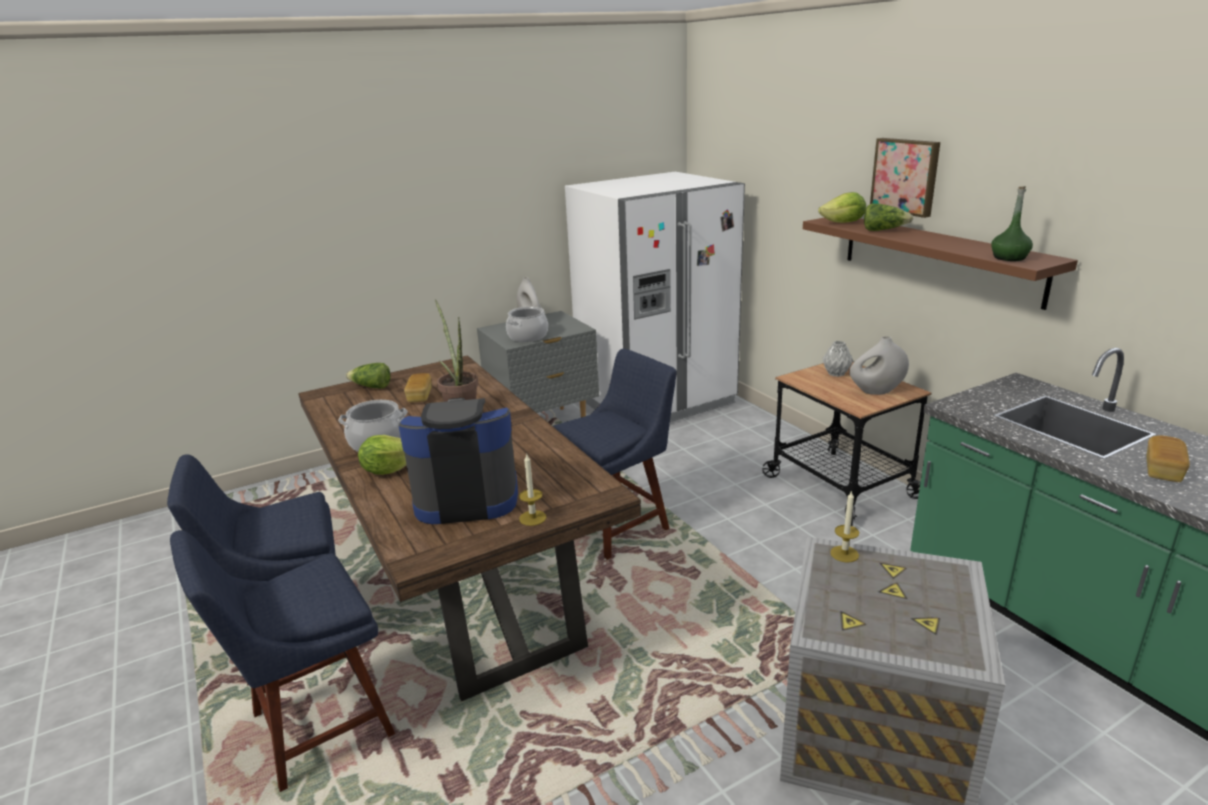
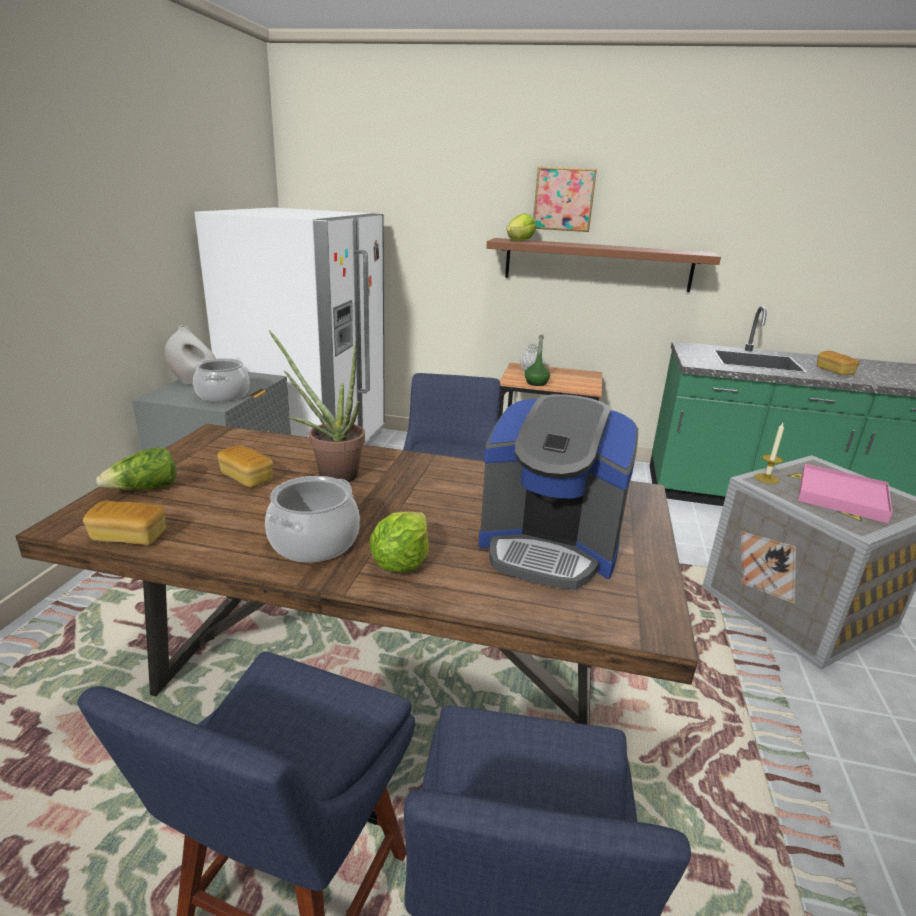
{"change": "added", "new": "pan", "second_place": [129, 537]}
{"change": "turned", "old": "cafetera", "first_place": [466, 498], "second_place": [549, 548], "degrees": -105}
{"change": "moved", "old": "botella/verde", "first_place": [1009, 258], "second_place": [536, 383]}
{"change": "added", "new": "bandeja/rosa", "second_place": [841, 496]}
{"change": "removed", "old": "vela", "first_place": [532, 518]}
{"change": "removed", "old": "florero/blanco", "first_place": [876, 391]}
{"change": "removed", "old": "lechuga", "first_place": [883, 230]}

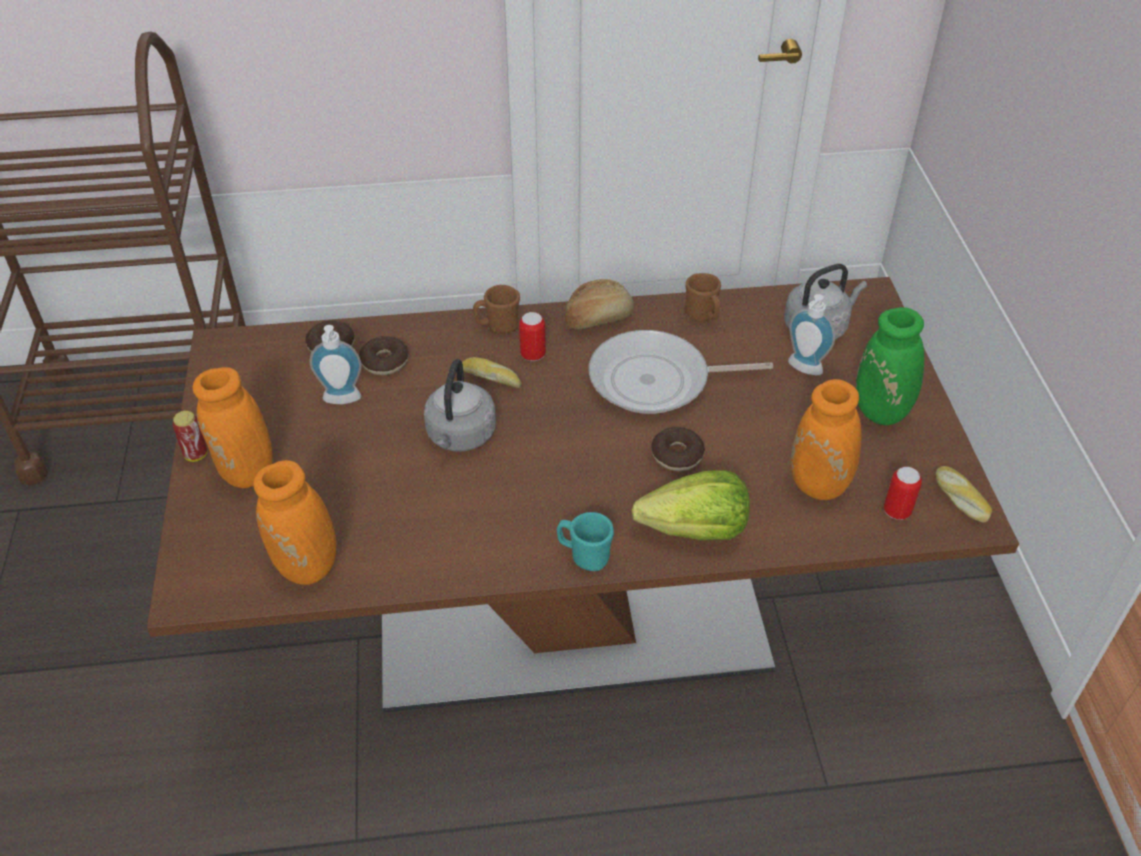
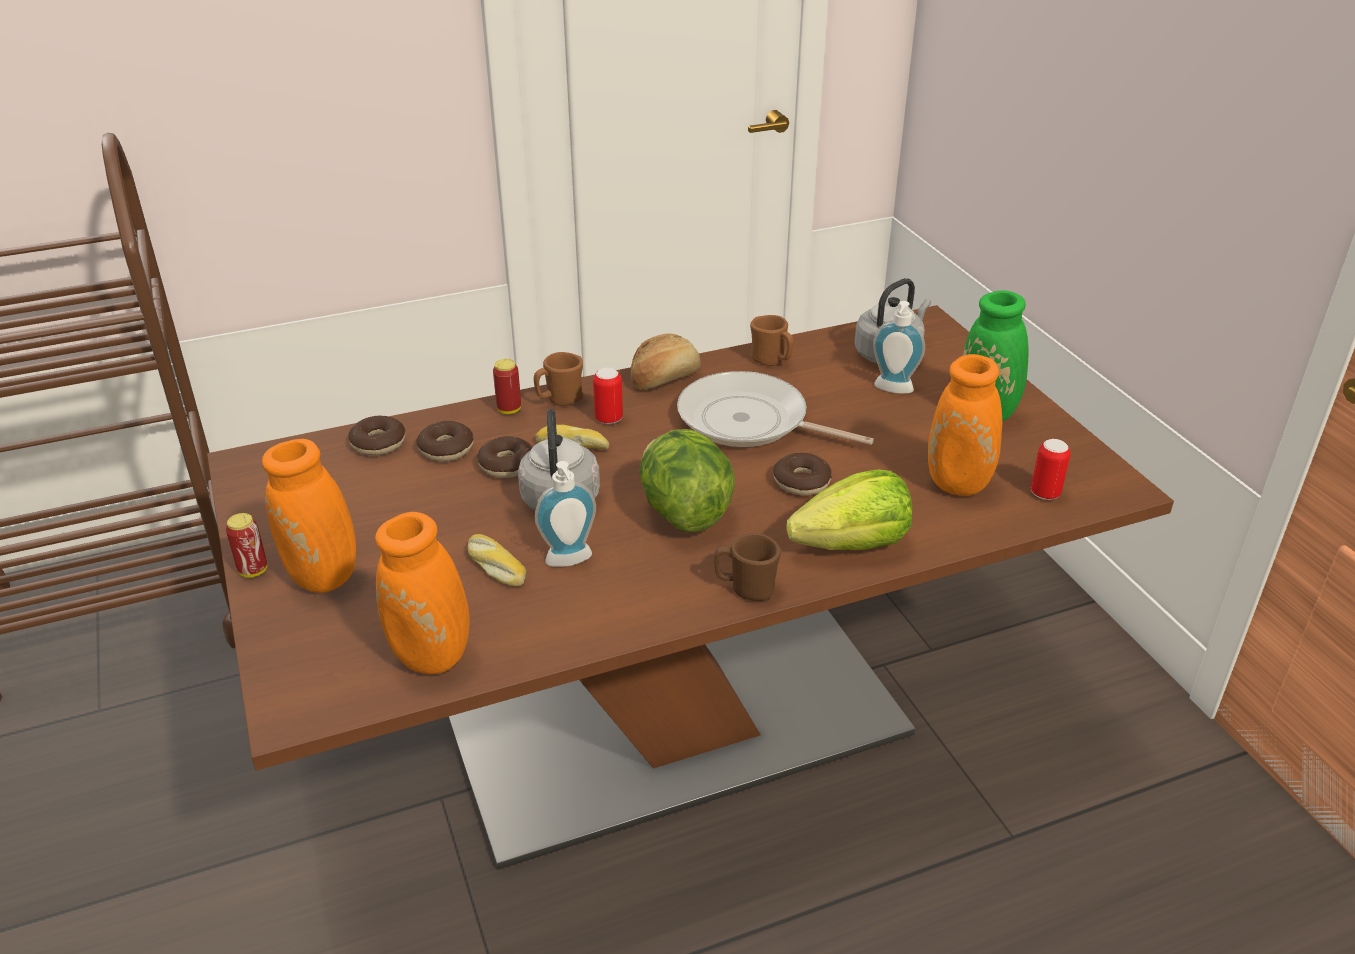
{"change": "moved", "old": "pan", "first_place": [959, 499], "second_place": [494, 567]}
{"change": "added", "new": "rosquilla", "second_place": [507, 465]}
{"change": "added", "new": "lata", "second_place": [509, 410]}
{"change": "moved", "old": "dispensador de jabón", "first_place": [342, 401], "second_place": [570, 562]}
{"change": "added", "new": "lechuga", "second_place": [683, 512]}
{"change": "turned", "old": "sartén", "first_place": [656, 381], "second_place": [749, 422], "degrees": 45}
{"change": "recoloured", "old": "taza grande/turquesa", "new": "taza grande/marrón", "first_place": [584, 555], "second_place": [746, 588]}

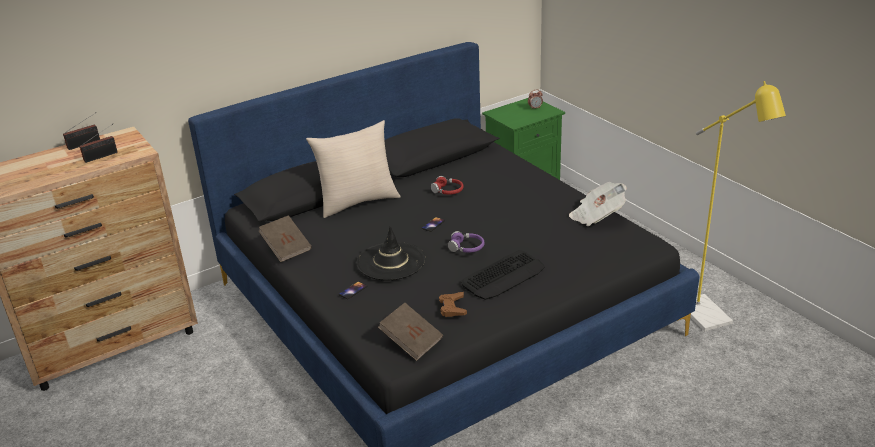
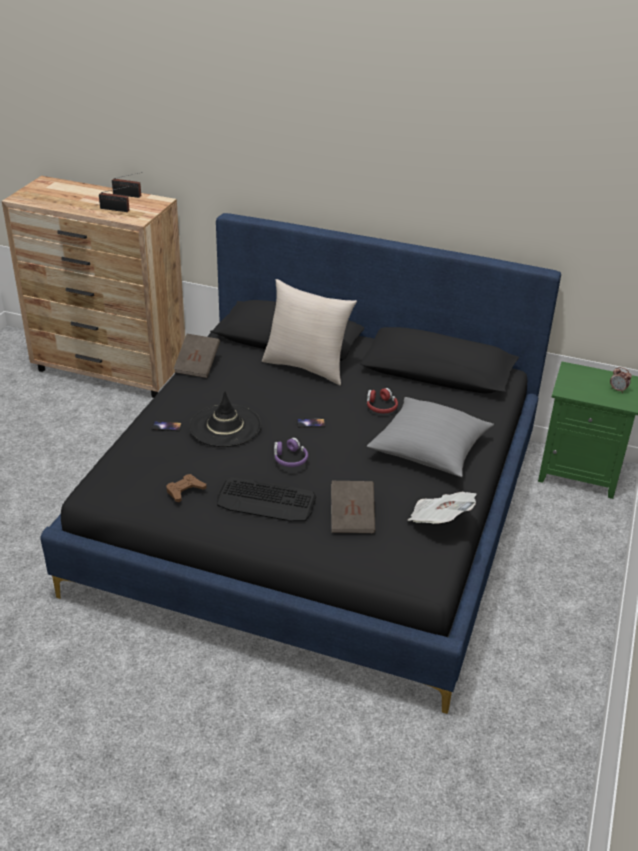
{"change": "moved", "old": "libro/marrón", "first_place": [411, 342], "second_place": [352, 517]}
{"change": "added", "new": "cojín/gris", "second_place": [429, 450]}
{"change": "removed", "old": "lámpara de pie/amarillo", "first_place": [710, 319]}

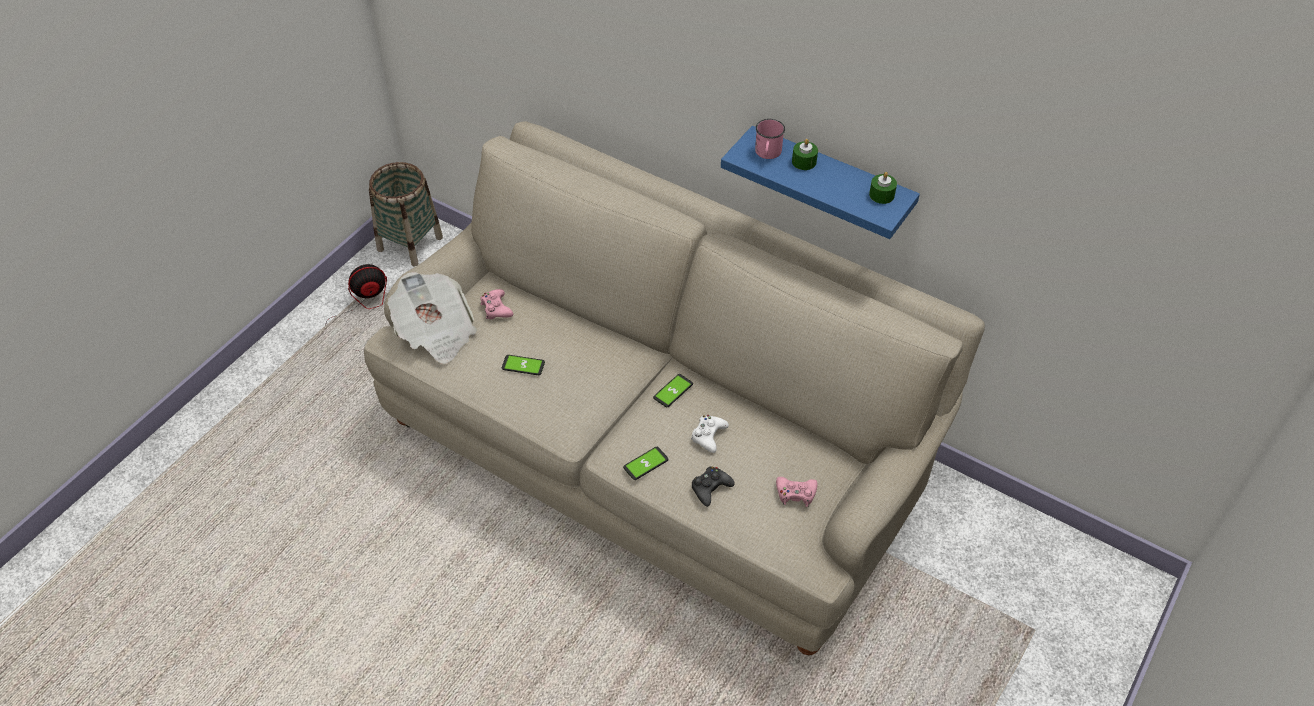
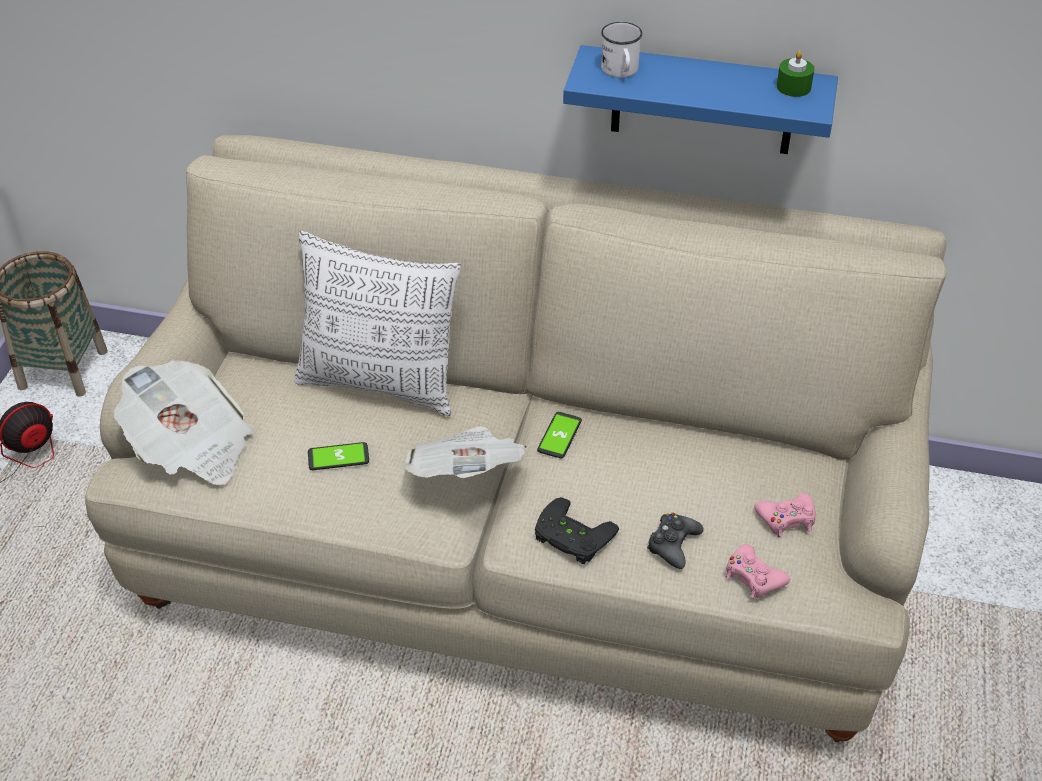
{"change": "added", "new": "cojín", "second_place": [380, 383]}
{"change": "added", "new": "periódico", "second_place": [466, 475]}
{"change": "replaced", "old": "móvil", "new": "mando de consola/negro", "first_place": [645, 464], "second_place": [570, 538]}
{"change": "recoloured", "old": "taza grande/rosa", "new": "taza grande/blanco", "first_place": [767, 153], "second_place": [621, 71]}
{"change": "moved", "old": "mando de consola/rosa", "first_place": [496, 308], "second_place": [753, 577]}
{"change": "removed", "old": "mando de consola/blanco", "first_place": [708, 436]}
{"change": "removed", "old": "vela/verde", "first_place": [804, 162]}

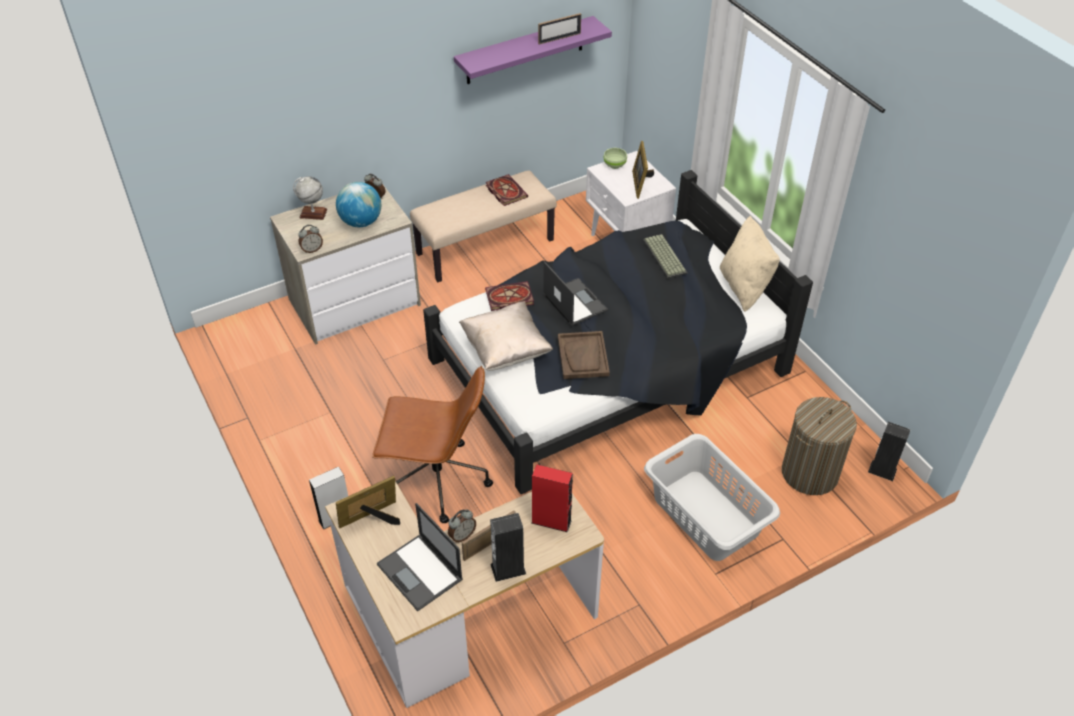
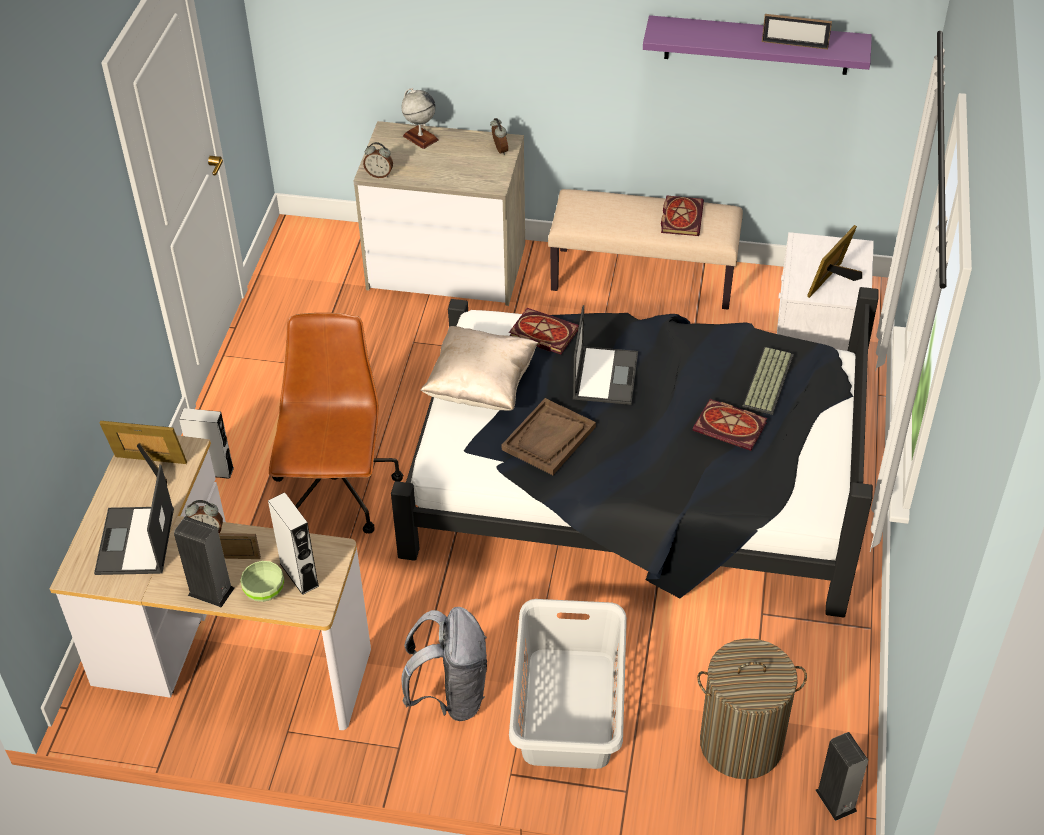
{"change": "moved", "old": "cuenco/verde", "first_place": [614, 165], "second_place": [264, 592]}
{"change": "recoloured", "old": "altavoz/rojo", "new": "altavoz/gris", "first_place": [551, 521], "second_place": [299, 574]}
{"change": "turned", "old": "silla de oficina/marrón", "first_place": [436, 481], "second_place": [337, 494], "degrees": -135}
{"change": "added", "new": "mochila/gris", "second_place": [451, 695]}
{"change": "added", "new": "libro", "second_place": [732, 427]}
{"change": "removed", "old": "globo terráqueo", "first_place": [361, 222]}
{"change": "removed", "old": "cojín/beis", "first_place": [744, 287]}

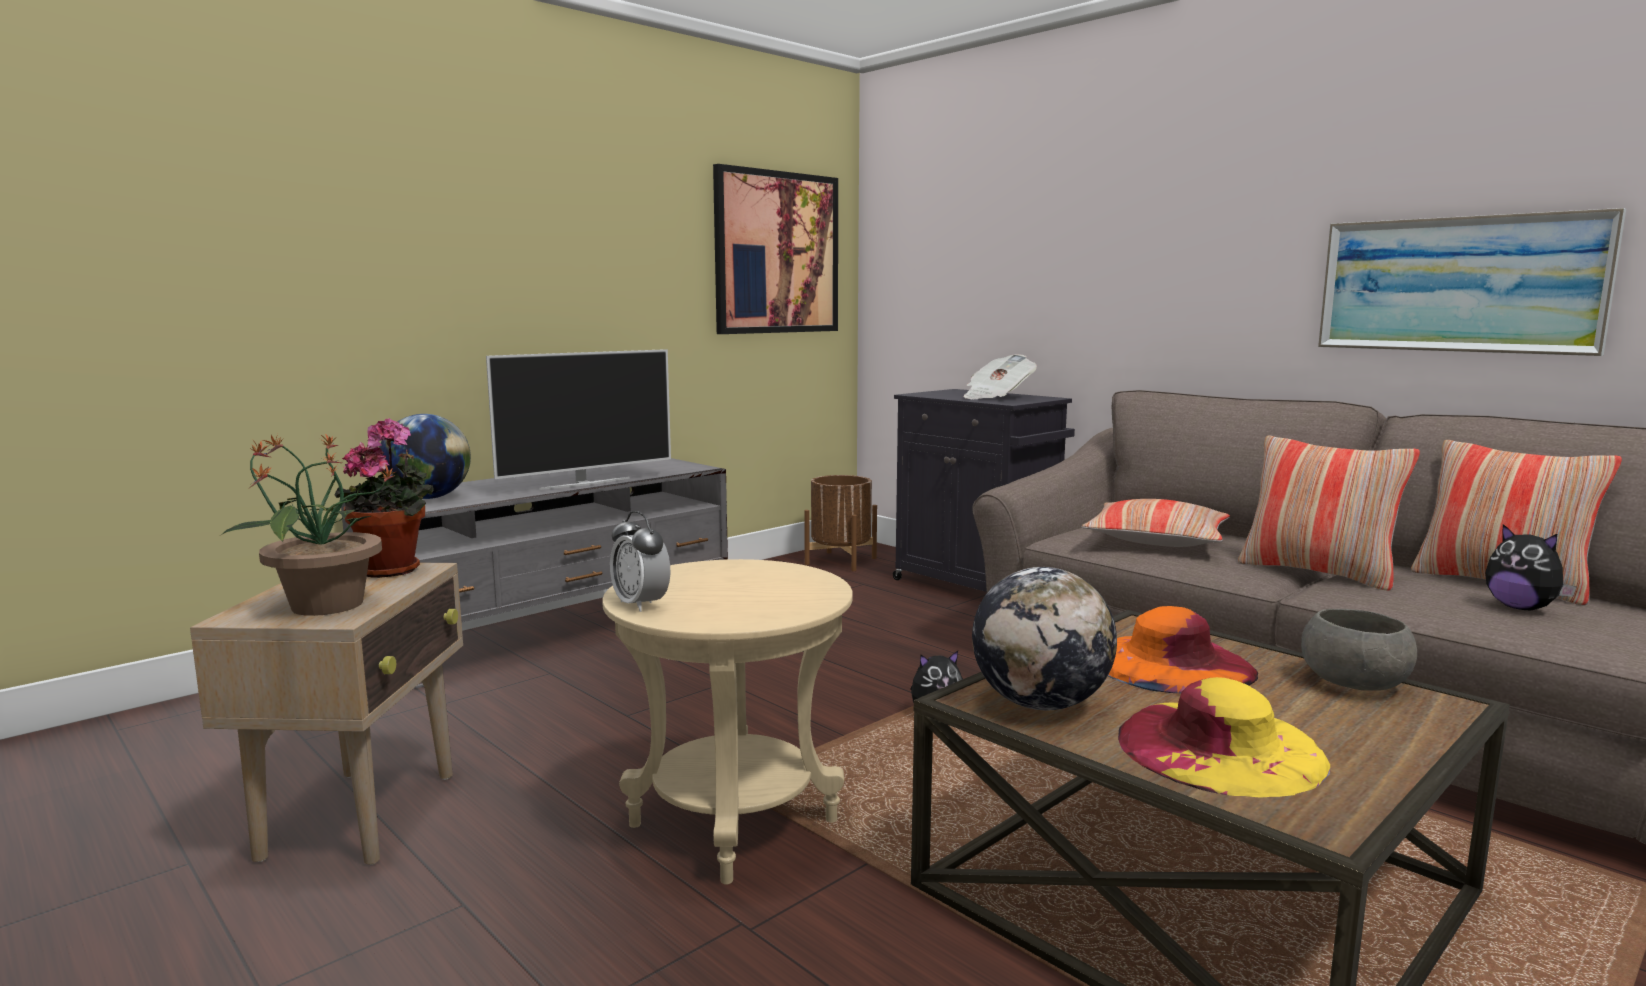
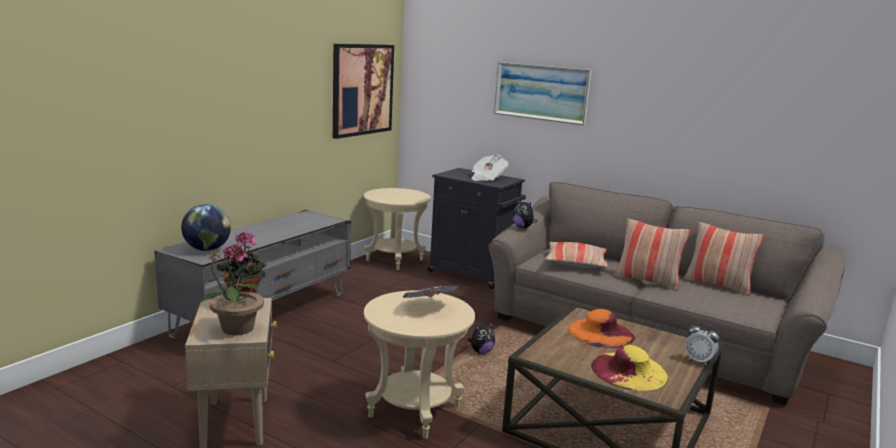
{"change": "replaced", "old": "maceta/marrón", "new": "mesa auxiliar/beis", "first_place": [841, 561], "second_place": [394, 260]}
{"change": "added", "new": "periódico", "second_place": [428, 306]}
{"change": "moved", "old": "cuadro", "first_place": [1458, 284], "second_place": [541, 92]}
{"change": "moved", "old": "peluche", "first_place": [1521, 608], "second_place": [523, 227]}
{"change": "moved", "old": "despertador", "first_place": [641, 604], "second_place": [699, 360]}
{"change": "removed", "old": "televisor", "first_place": [584, 483]}
{"change": "removed", "old": "globo terráqueo", "first_place": [1040, 704]}
{"change": "removed", "old": "cuenco/gris", "first_place": [1355, 682]}

